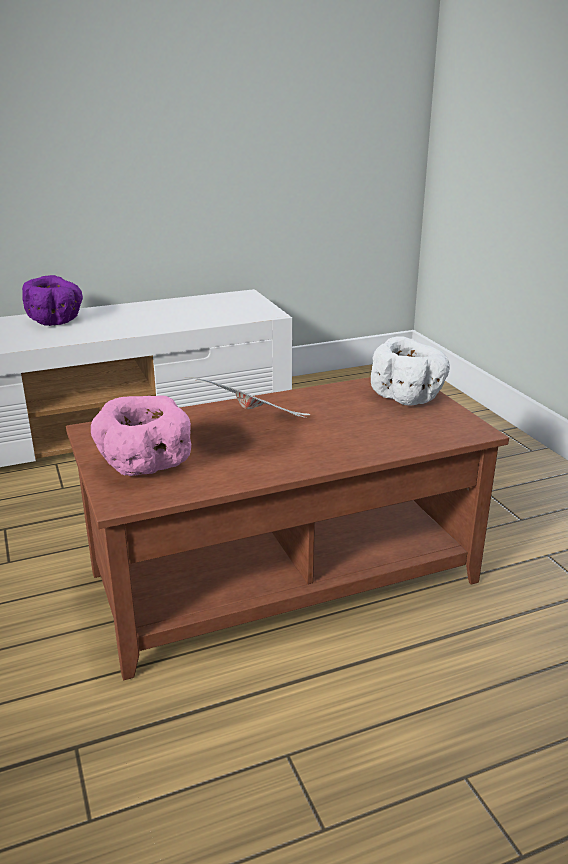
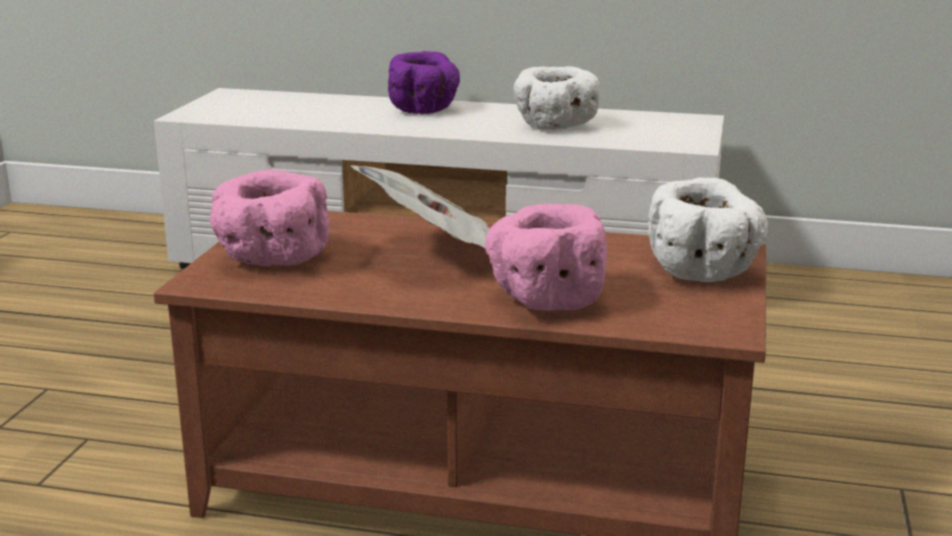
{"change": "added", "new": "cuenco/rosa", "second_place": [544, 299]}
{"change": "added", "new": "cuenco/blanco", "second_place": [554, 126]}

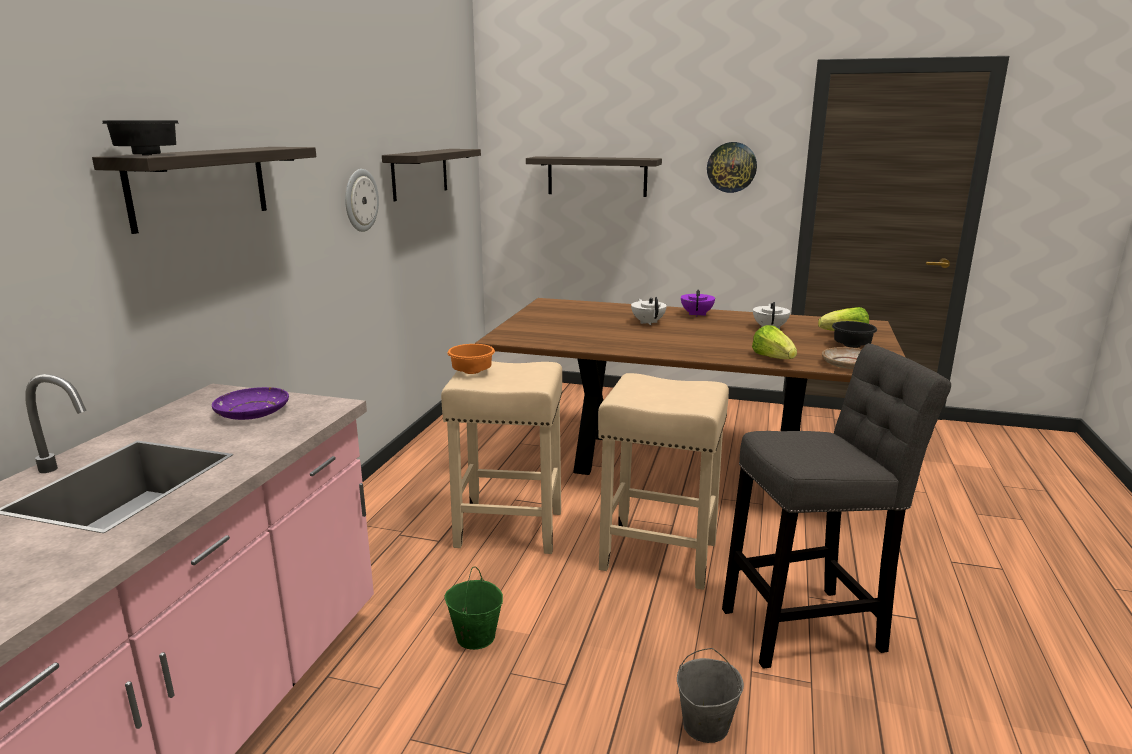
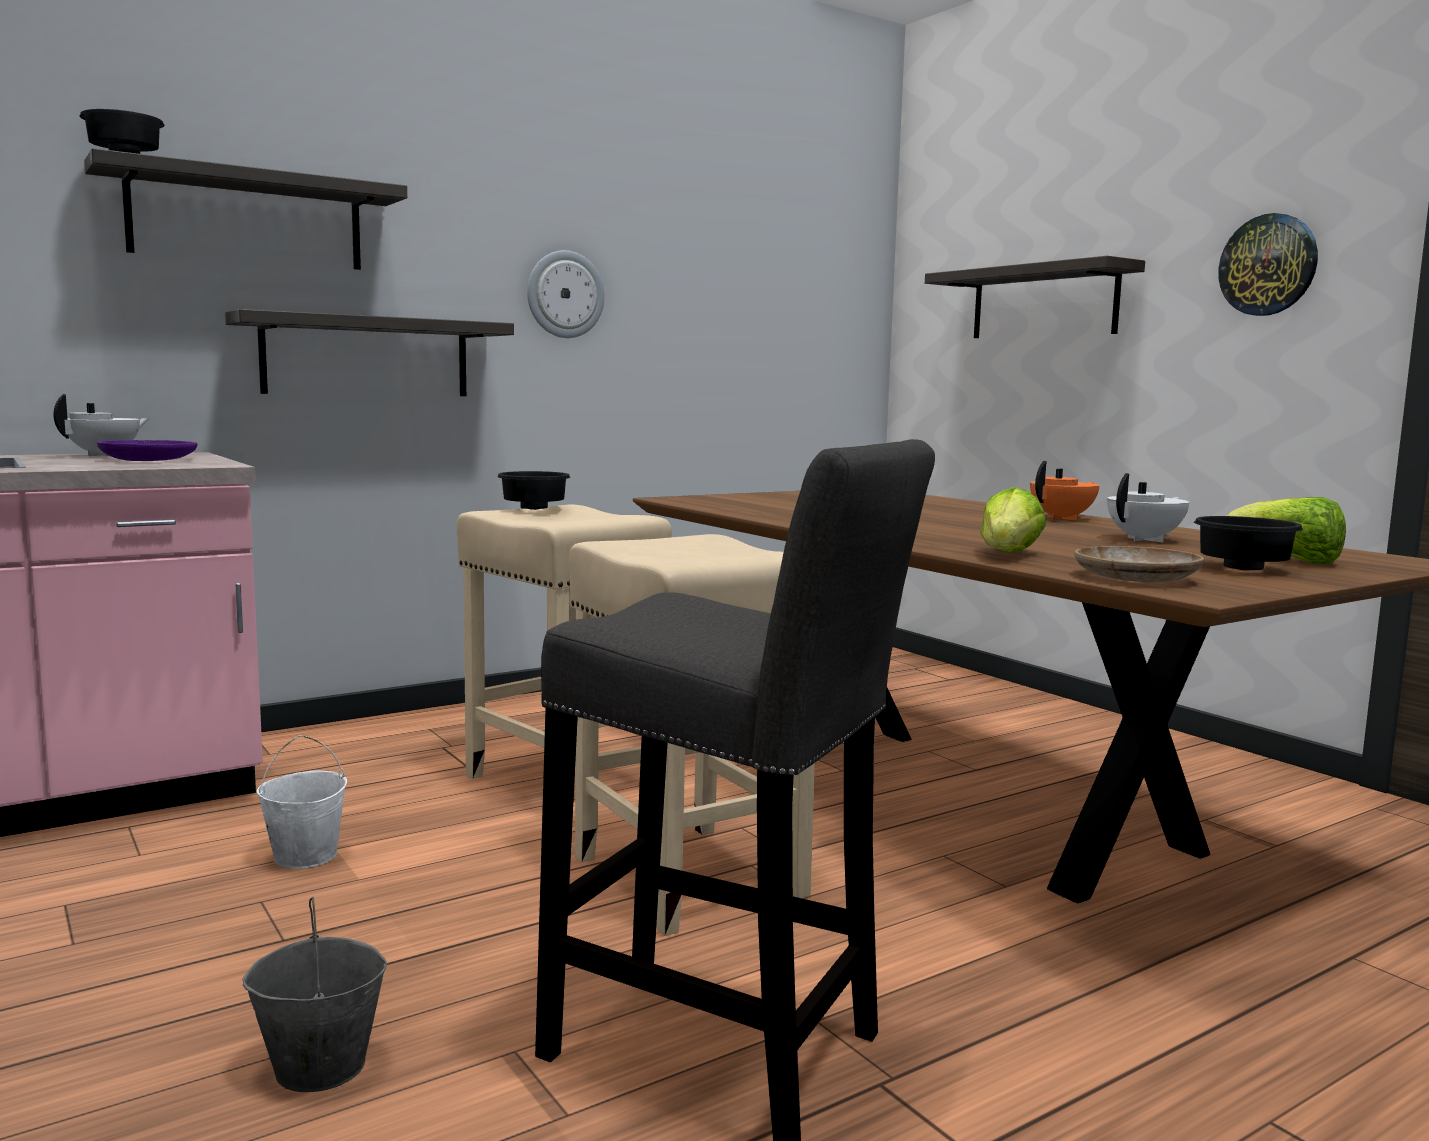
{"change": "moved", "old": "tetera/blanco", "first_place": [648, 322], "second_place": [105, 455]}
{"change": "moved", "old": "estante", "first_place": [420, 173], "second_place": [367, 357]}
{"change": "recoloured", "old": "cubo/verde", "new": "cubo/blanco", "first_place": [475, 637], "second_place": [305, 856]}
{"change": "recoloured", "old": "cuenco/naranja", "new": "cuenco/negro", "first_place": [473, 372], "second_place": [536, 509]}
{"change": "recoloured", "old": "tetera/morado", "new": "tetera/naranja", "first_place": [697, 314], "second_place": [1063, 518]}

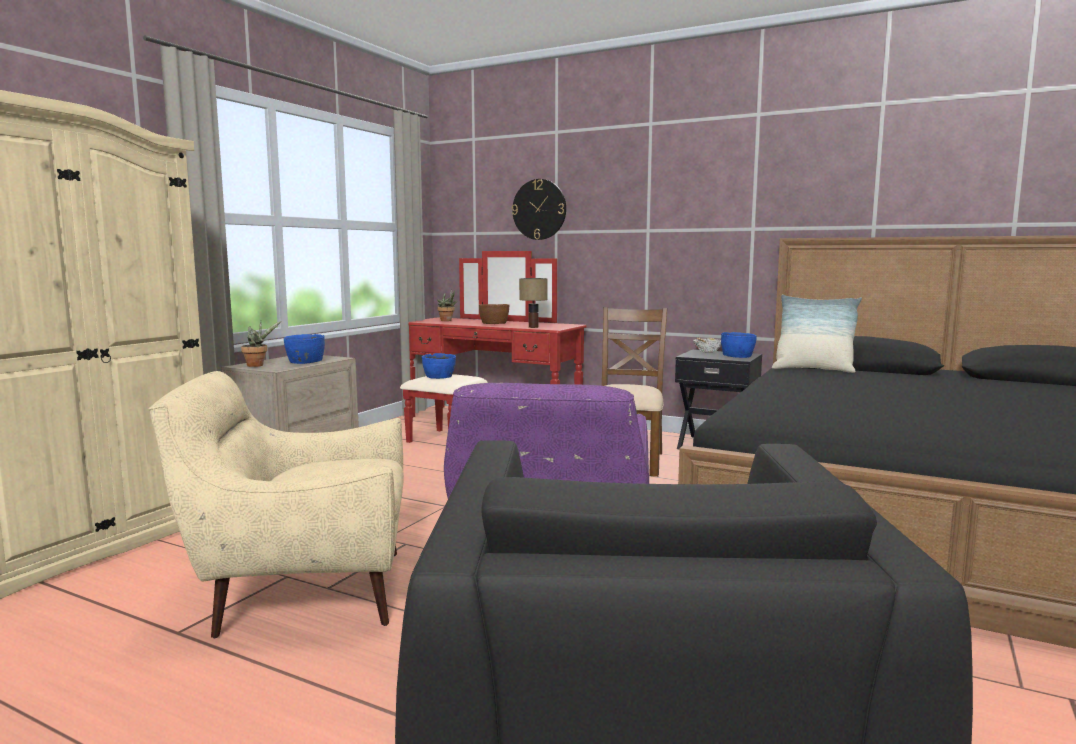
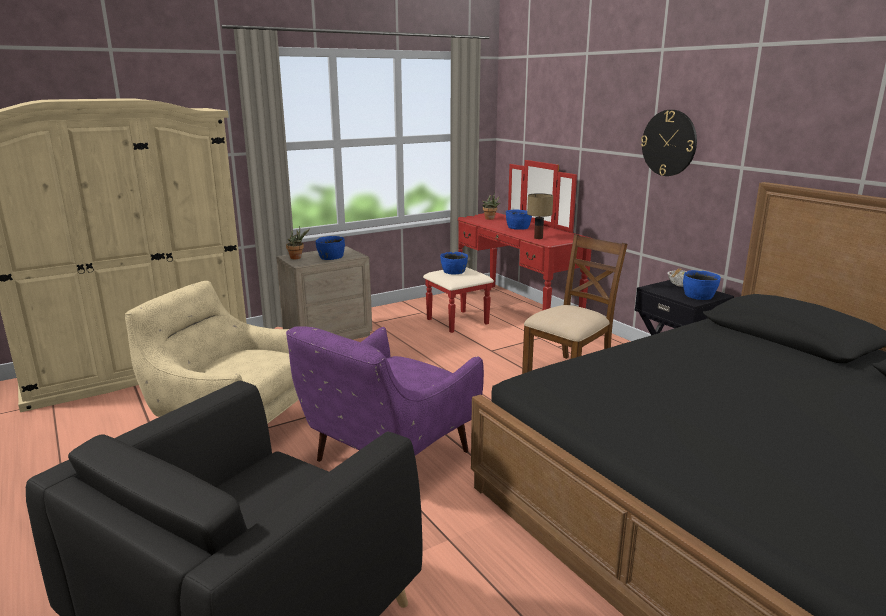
{"change": "recoloured", "old": "cuenco/marrón", "new": "cuenco/azul", "first_place": [494, 323], "second_place": [518, 227]}
{"change": "moved", "old": "reloj de pared", "first_place": [539, 209], "second_place": [669, 143]}
{"change": "removed", "old": "cojín", "first_place": [813, 370]}

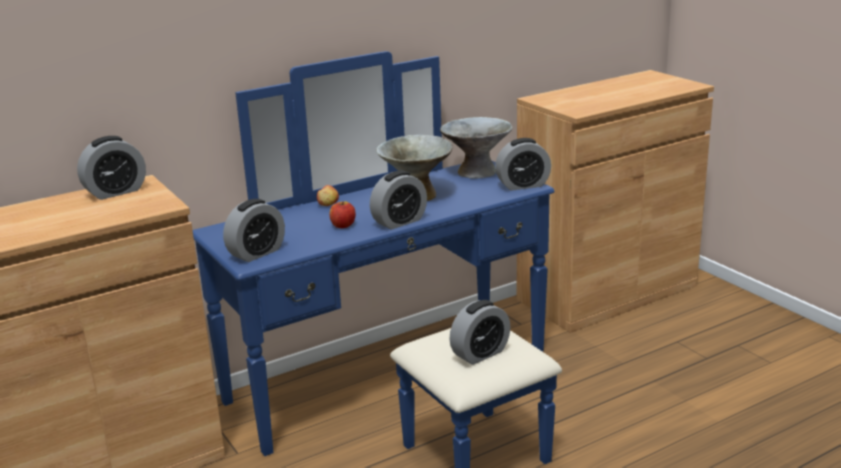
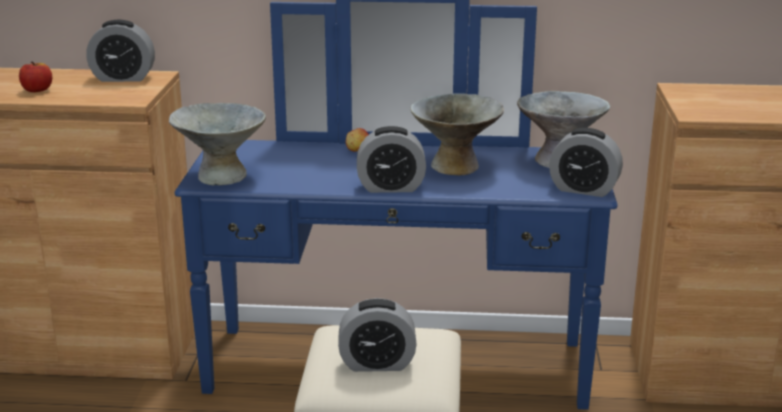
{"change": "moved", "old": "manzana", "first_place": [343, 225], "second_place": [37, 90]}
{"change": "replaced", "old": "despertador", "new": "cuenco/gris", "first_place": [257, 253], "second_place": [221, 176]}

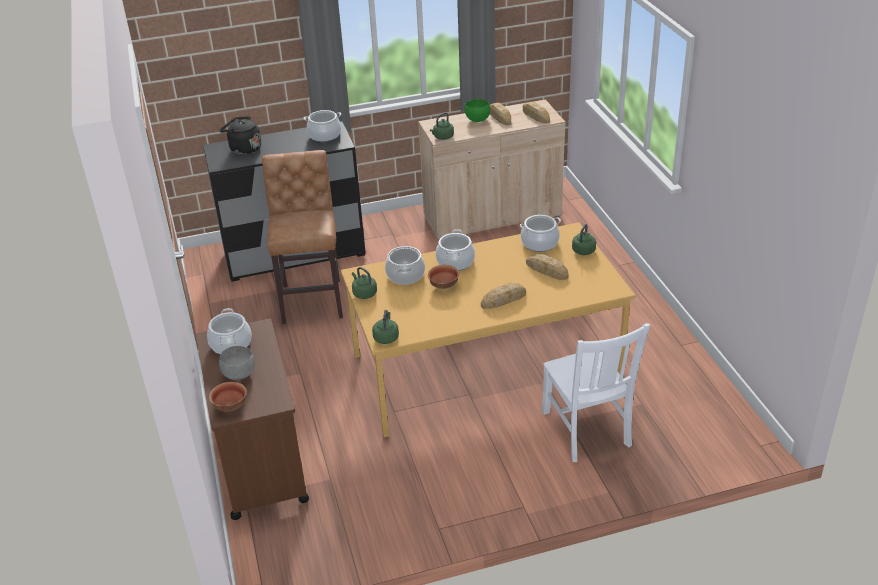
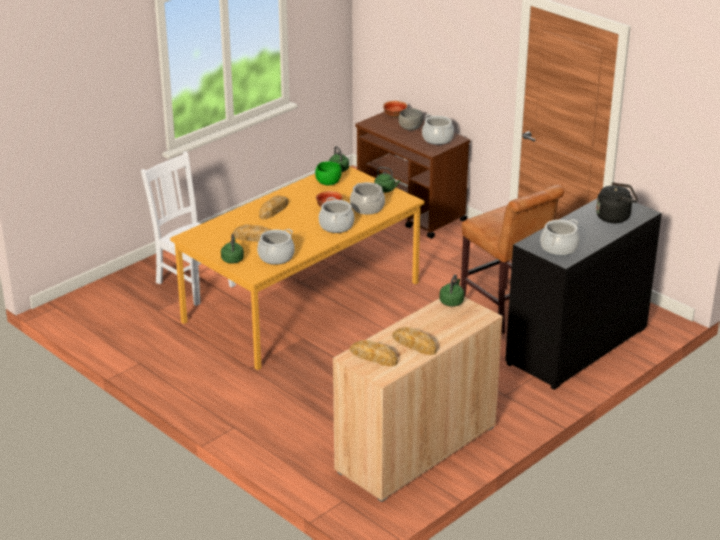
{"change": "moved", "old": "cuenco/verde", "first_place": [477, 120], "second_place": [329, 183]}

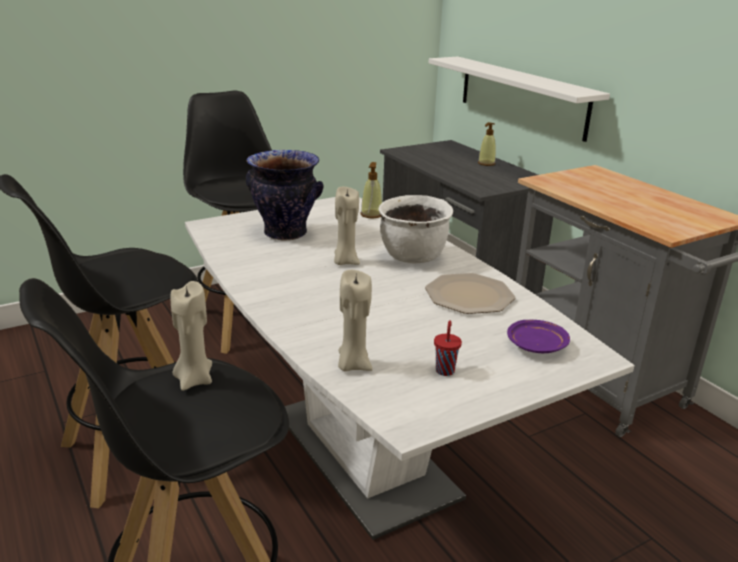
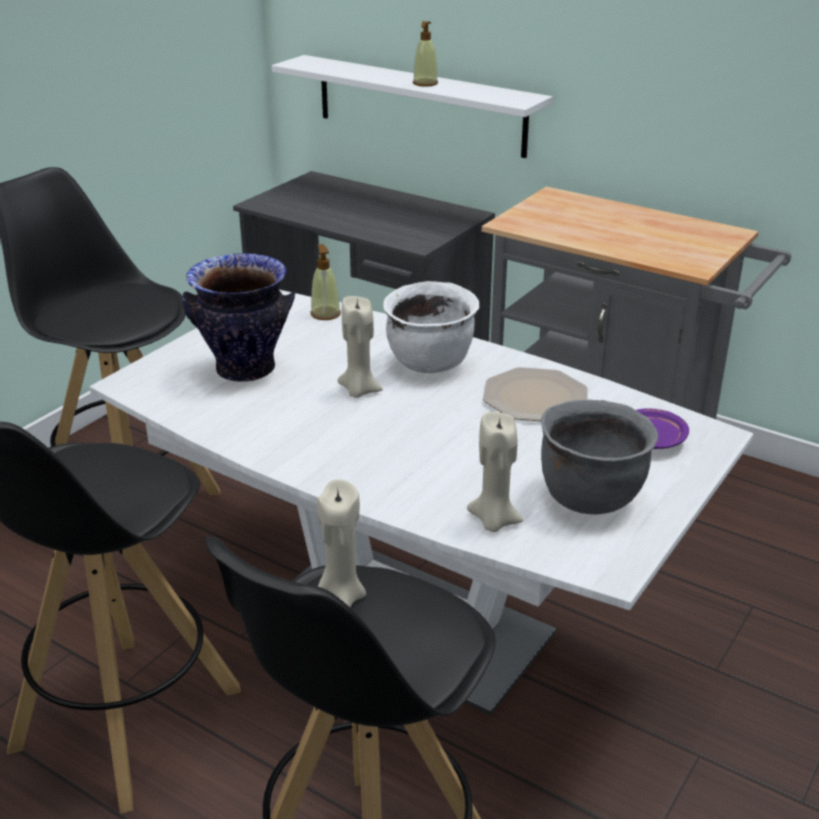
{"change": "moved", "old": "dispensador de jabón", "first_place": [486, 163], "second_place": [425, 83]}
{"change": "replaced", "old": "taza/rojo", "new": "olla/gris", "first_place": [445, 370], "second_place": [590, 496]}

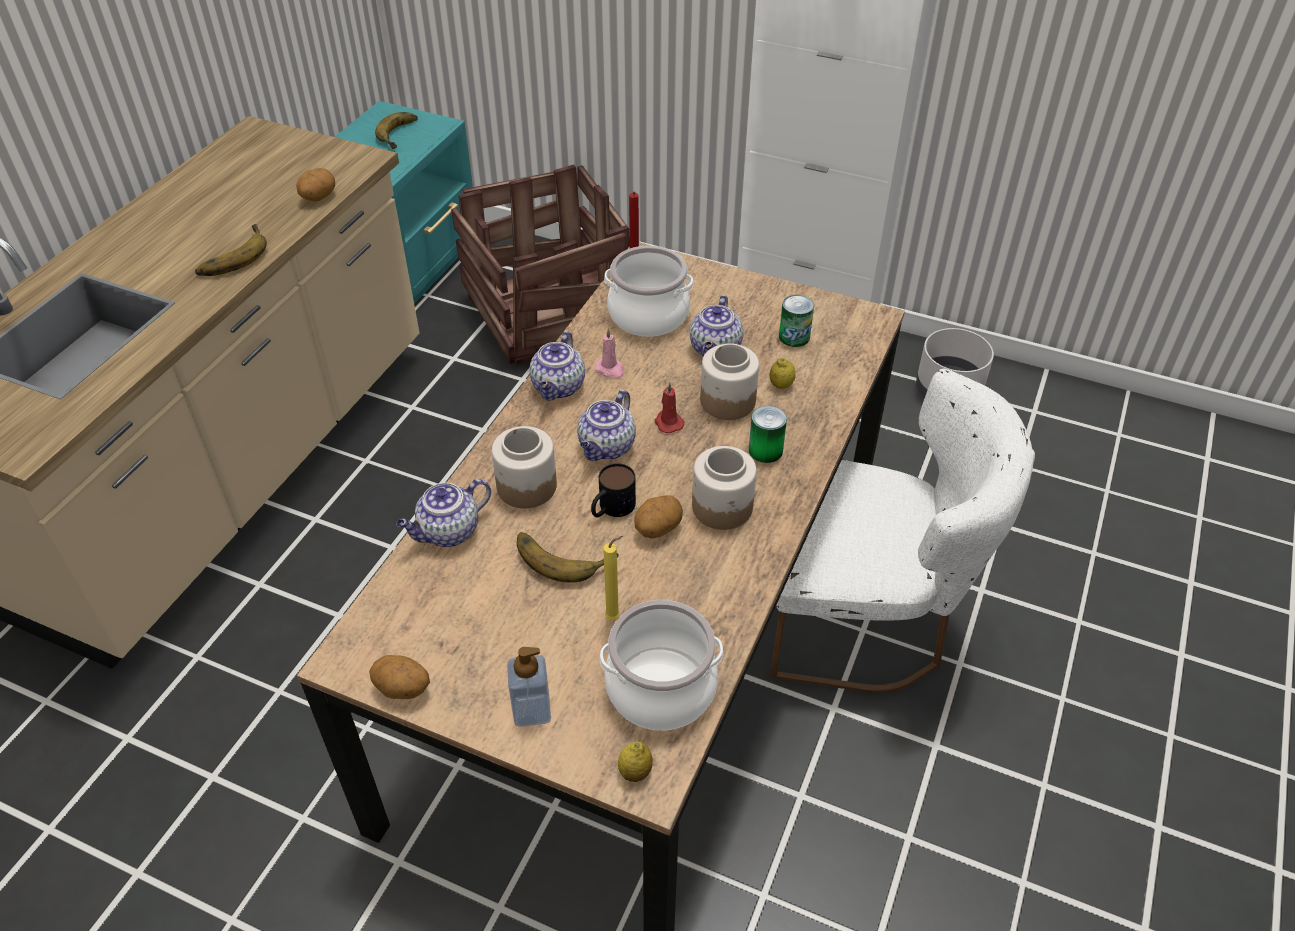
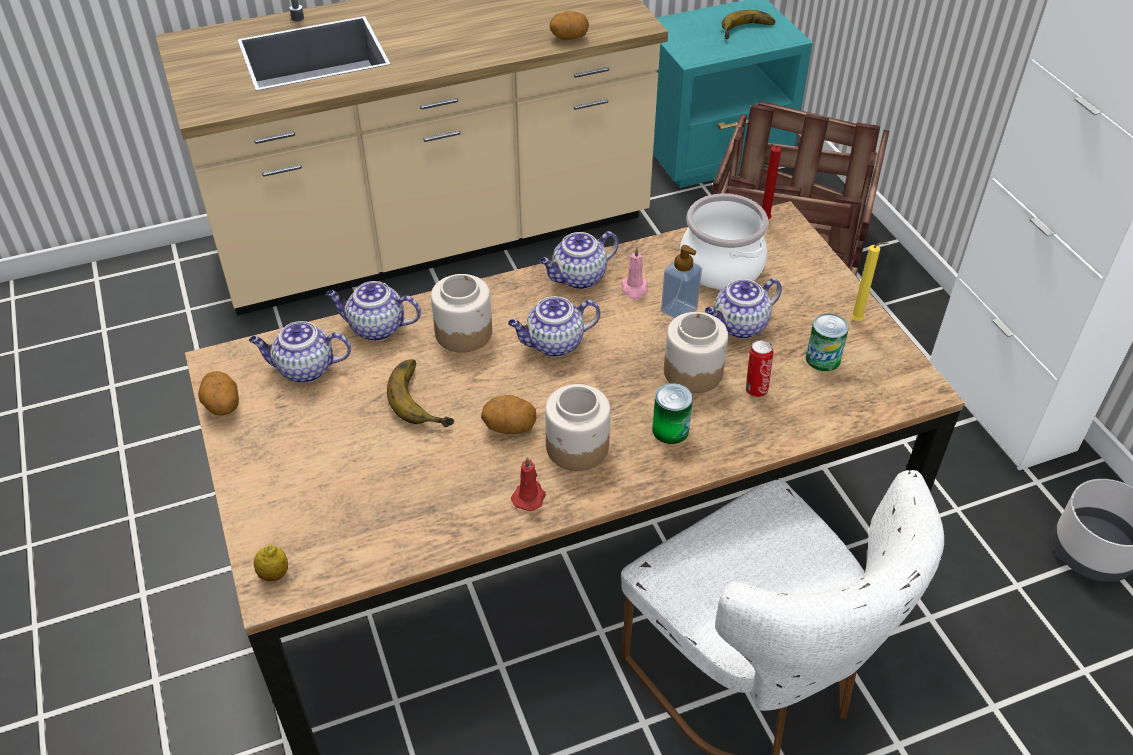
{"change": "added", "new": "tetera", "second_place": [304, 369]}
{"change": "moved", "old": "vela/rojo", "first_place": [668, 422], "second_place": [529, 496]}
{"change": "moved", "old": "dispensador de jabón", "first_place": [532, 710], "second_place": [679, 310]}
{"change": "replaced", "old": "limón", "new": "lata", "first_place": [781, 385], "second_place": [755, 389]}
{"change": "moved", "old": "vela/amarillo", "first_place": [615, 617], "second_place": [858, 321]}
{"change": "removed", "old": "plátano", "first_place": [231, 256]}
{"change": "removed", "old": "taza grande", "first_place": [611, 508]}
{"change": "removed", "old": "olla", "first_place": [661, 687]}

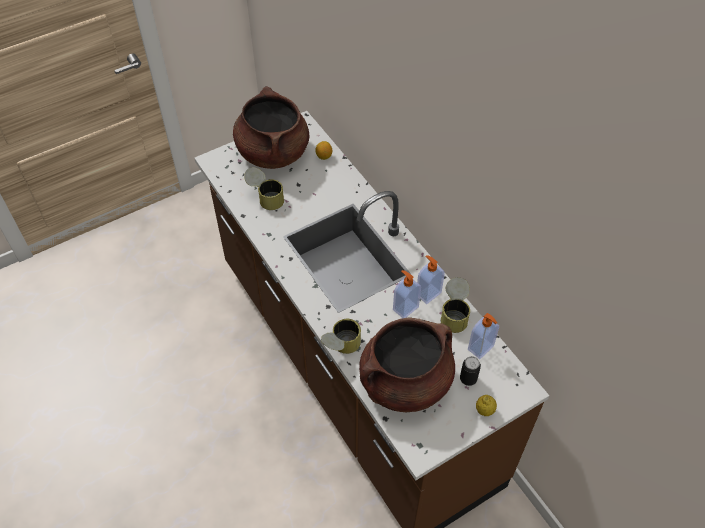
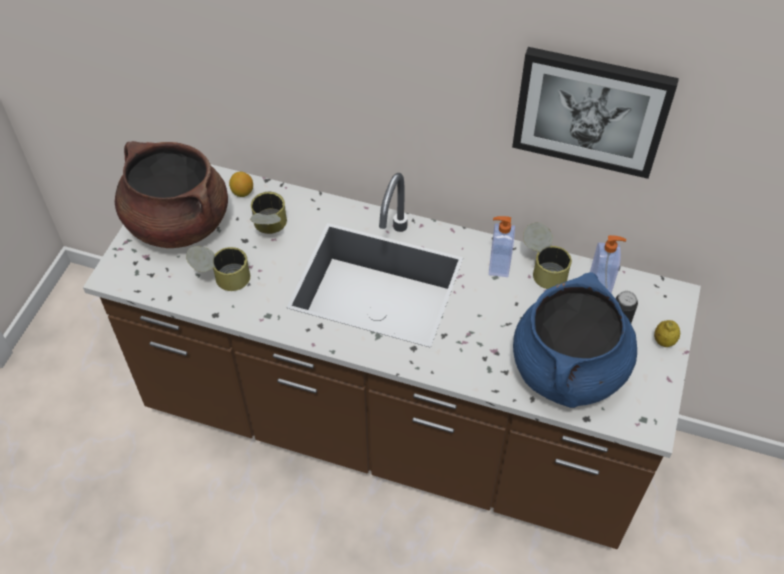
{"change": "moved", "old": "lata", "first_place": [341, 347], "second_place": [269, 229]}
{"change": "added", "new": "cuadro", "second_place": [591, 111]}
{"change": "recoloured", "old": "olla/marrón", "new": "olla/azul", "first_place": [404, 383], "second_place": [568, 370]}
{"change": "removed", "old": "dispensador de jabón", "first_place": [405, 308]}

